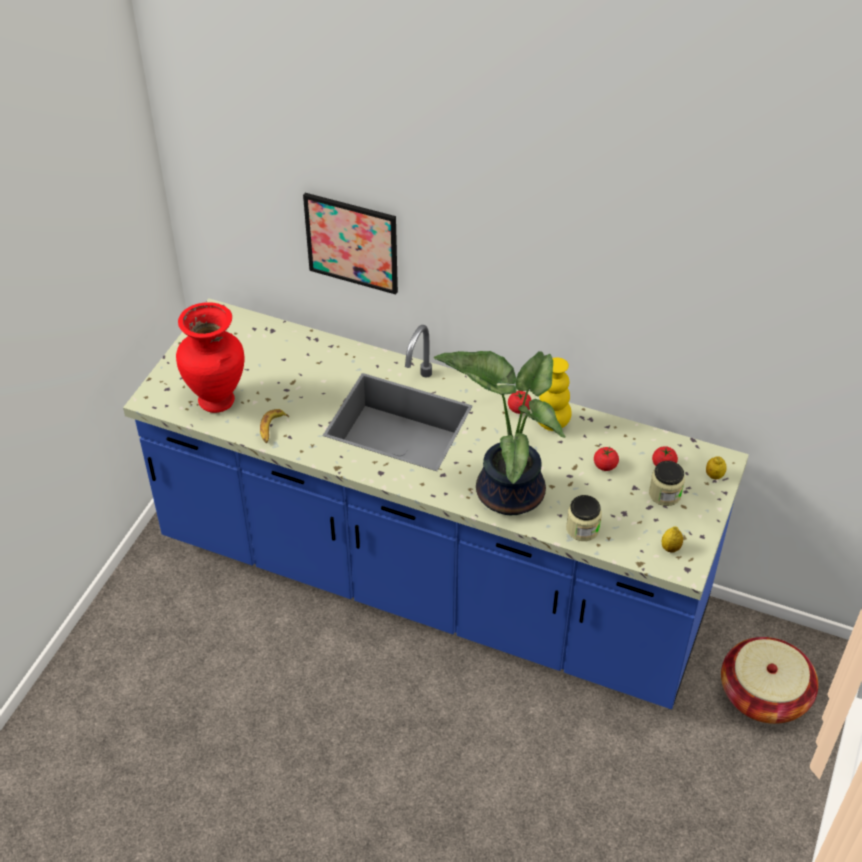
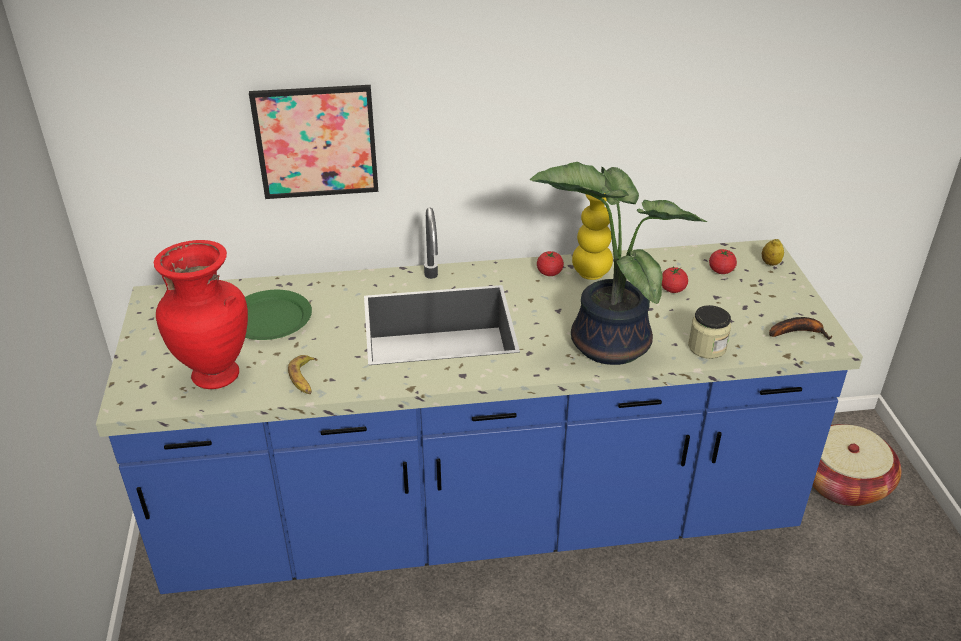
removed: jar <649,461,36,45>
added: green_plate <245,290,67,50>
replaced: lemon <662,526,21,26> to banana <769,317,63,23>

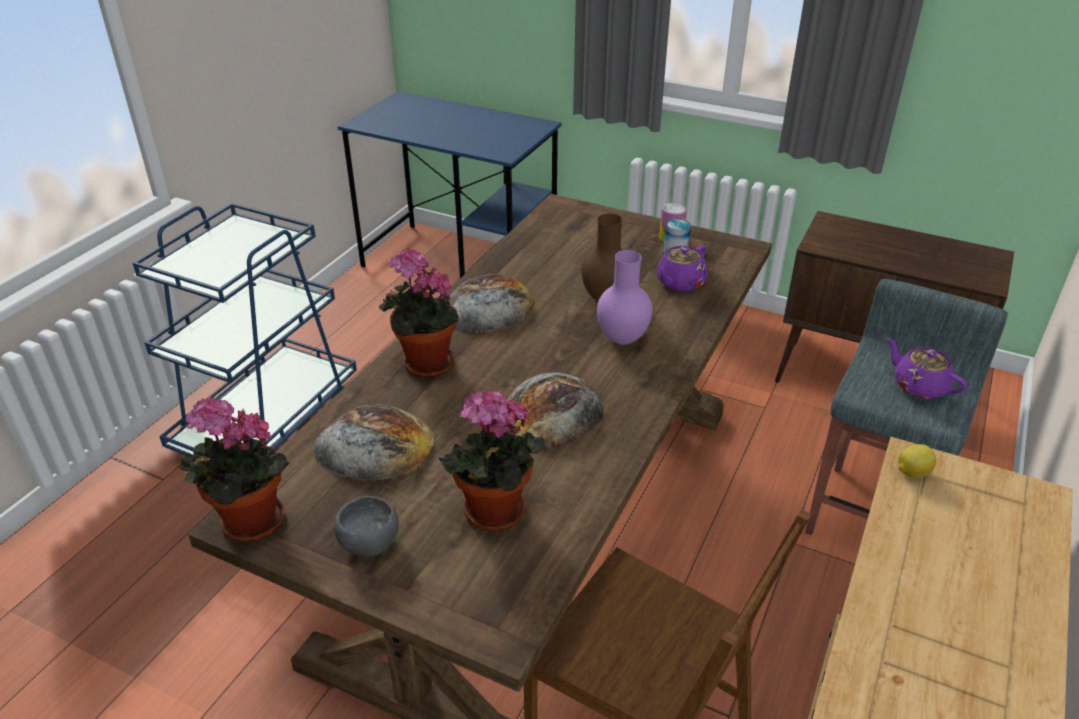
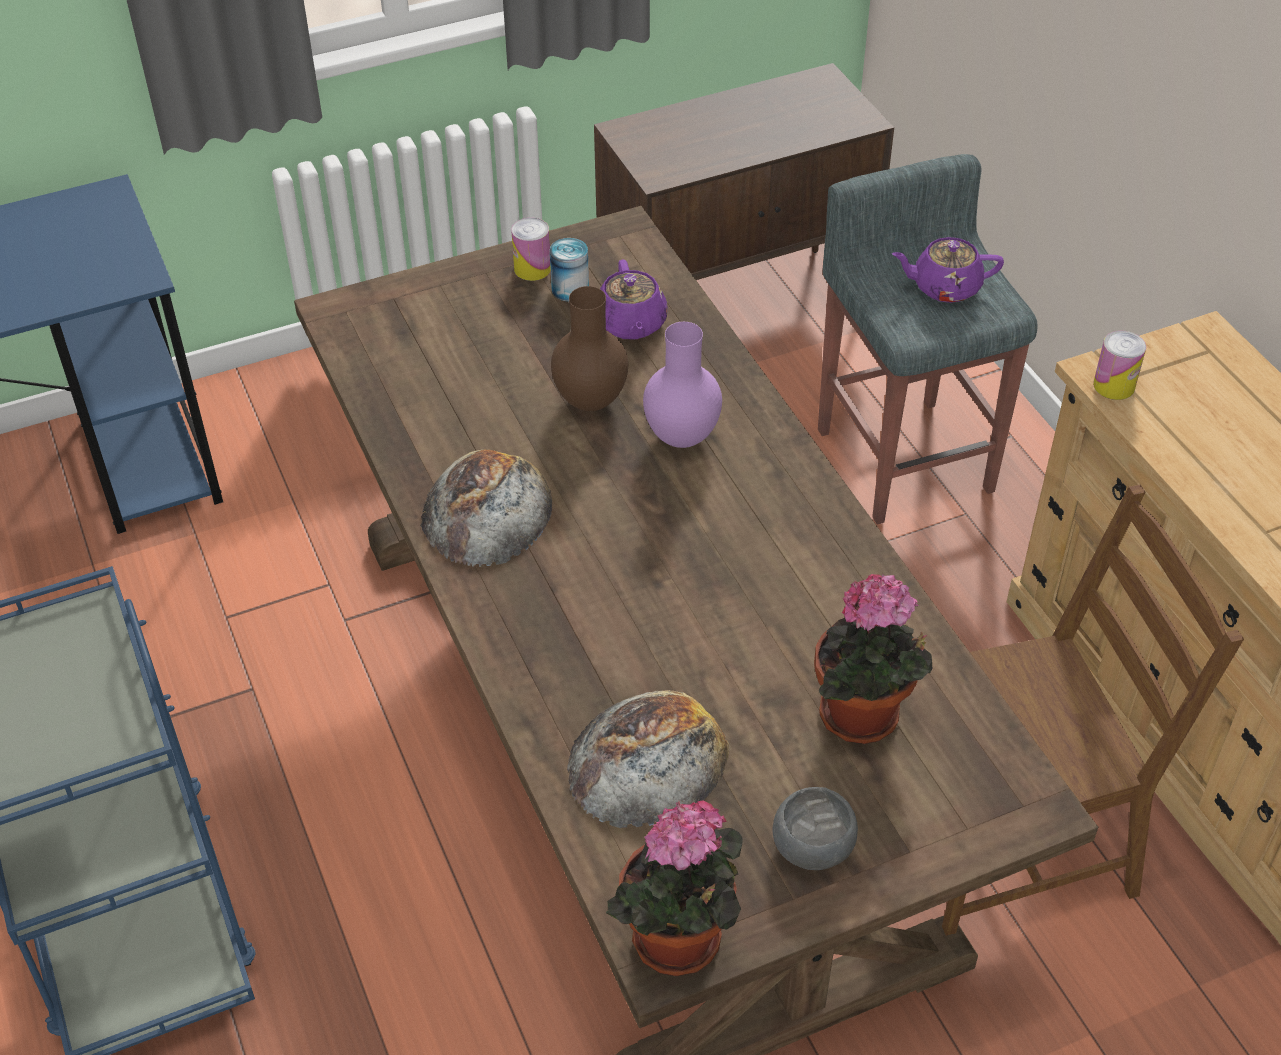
removed: potted_plant <378,248,81,130>; bread <507,372,96,78>
replaced: lemon <898,444,38,34> to can <1093,331,53,69>

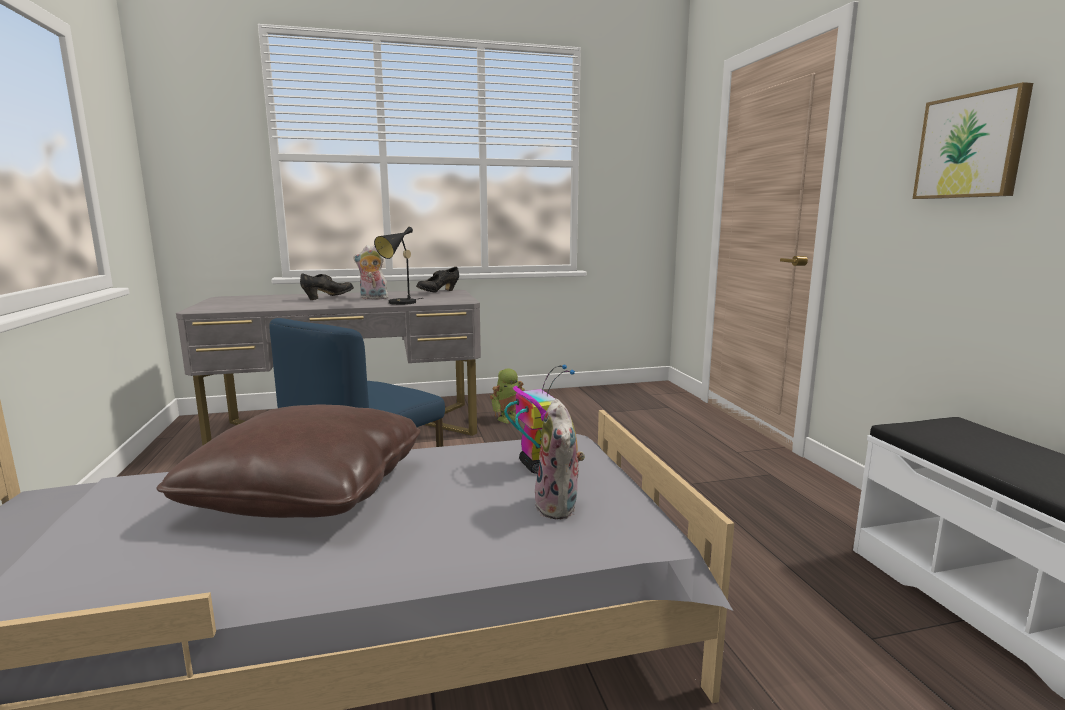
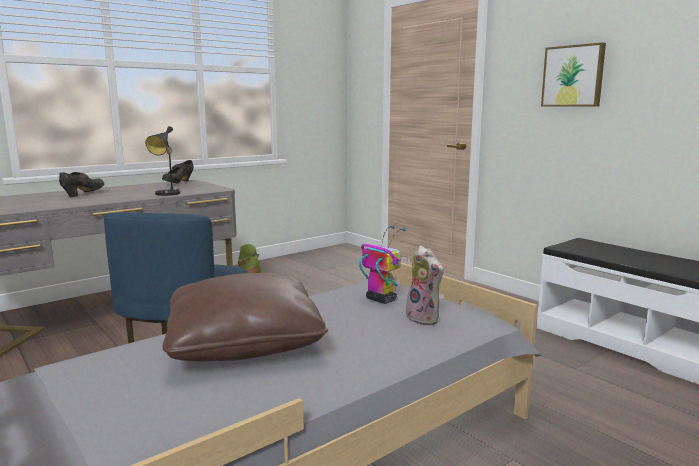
removed: plush_toy <353,245,37,54>

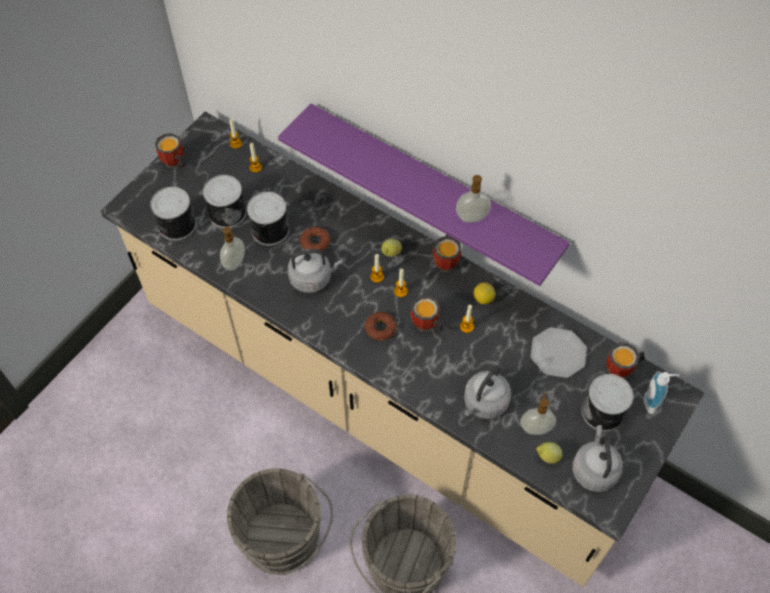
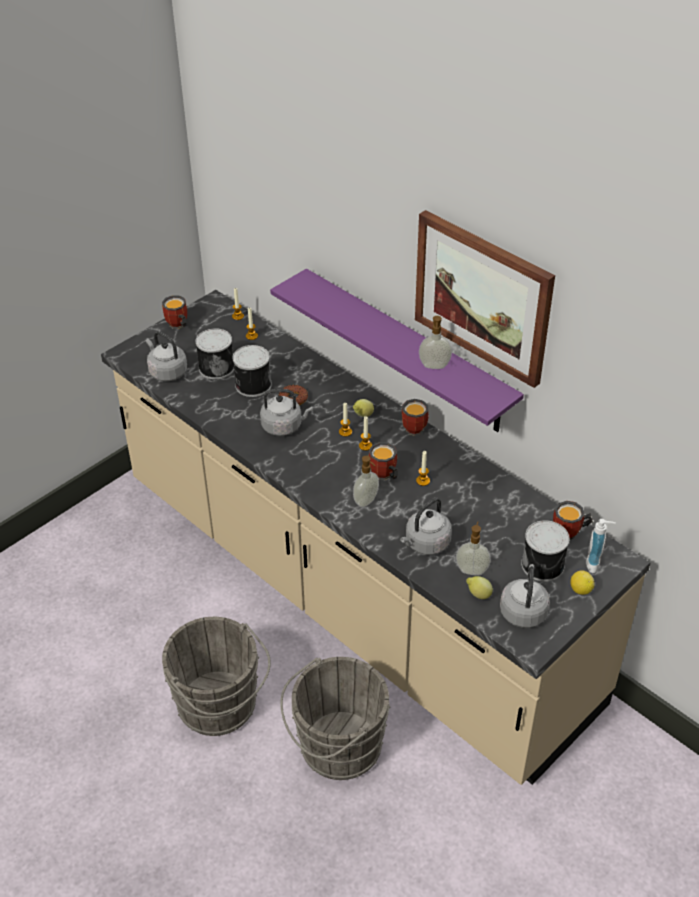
removed: donut <365,312,32,28>; plate <530,327,57,51>
added: picture <415,210,140,178>
moved: soap_dispenser <220,227,25,44> to <353,456,26,51>; lemon <474,282,21,22> to <571,570,24,25>
replaced: can <150,187,46,53> to grey_kettle <146,331,41,50>

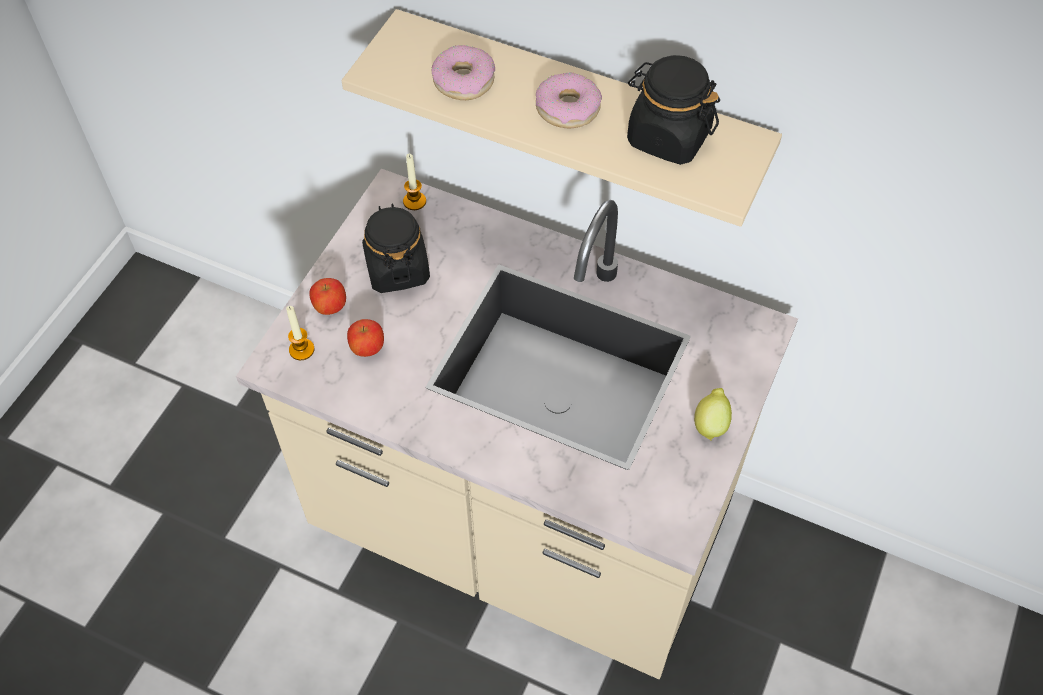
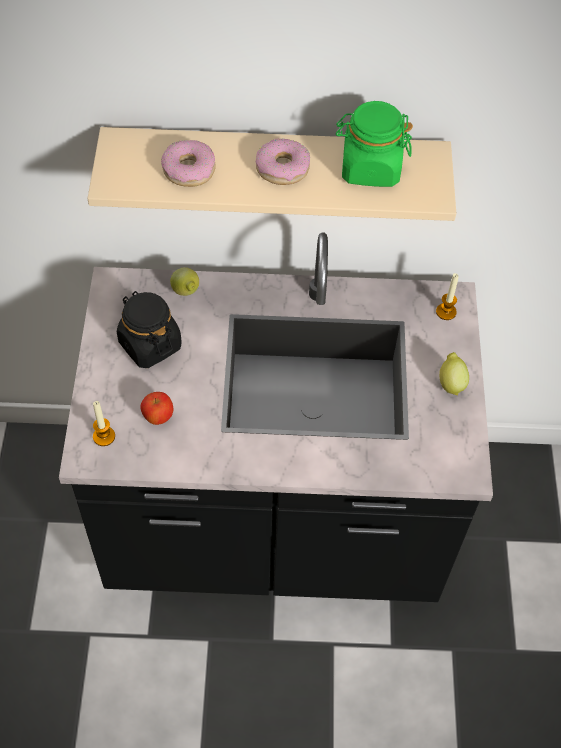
removed: apple <309,278,37,37>
added: lemon <170,267,29,29>
moved: candle <403,154,23,56> to <436,273,23,47>
recoloured: beige_counter <236,169,562,510> to black_counter <59,232,434,370>; black_jar <627,55,93,110> to green_jar <336,101,77,86>

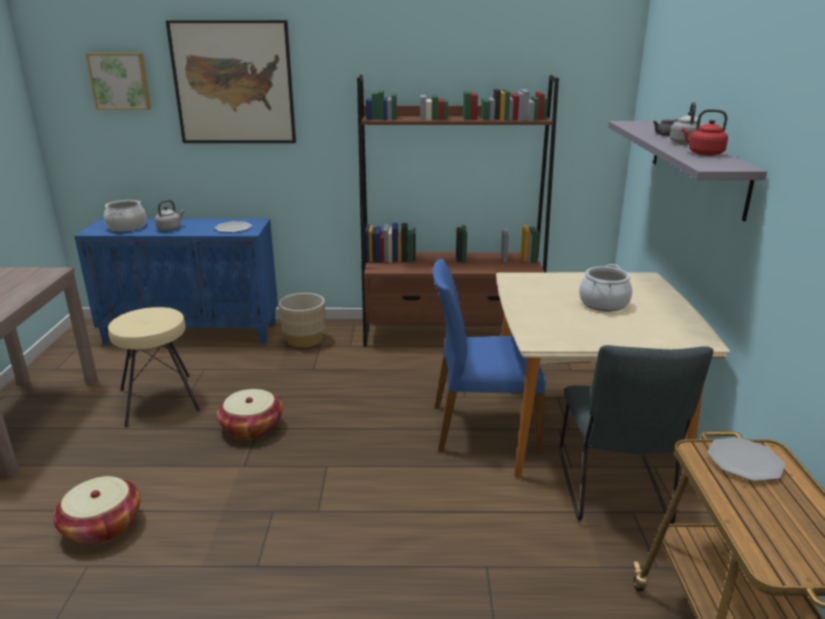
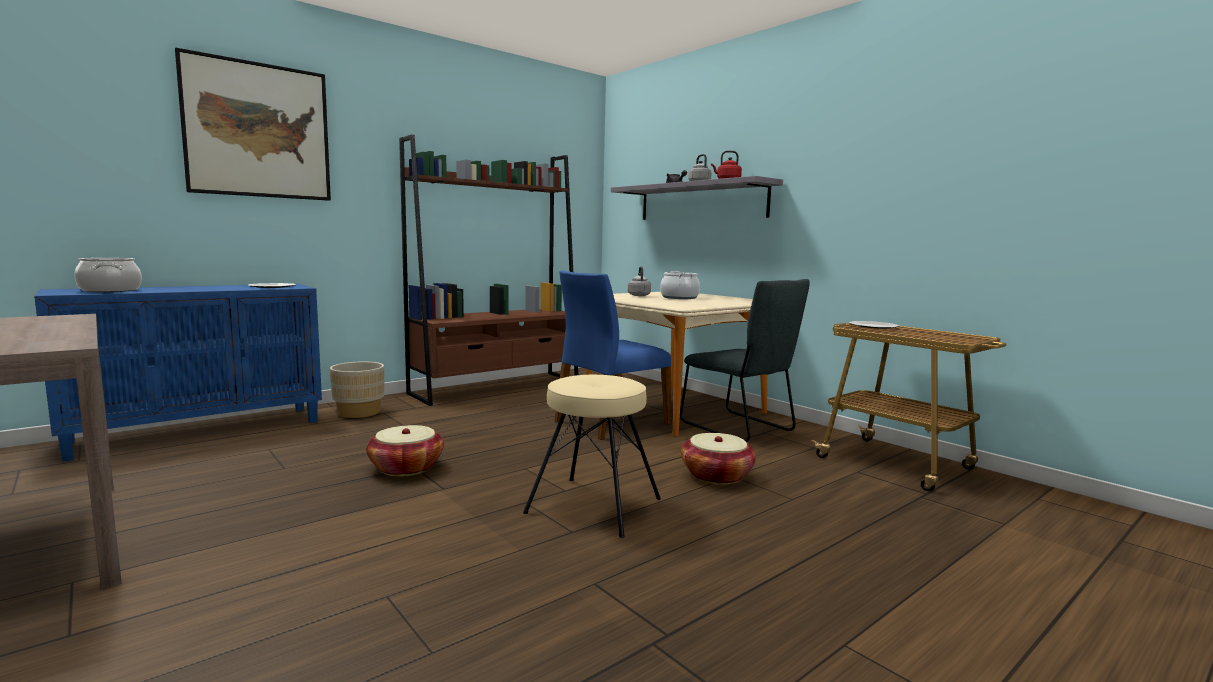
removed: picture <86,53,65,57>
moved: basket <53,476,88,69> to <681,433,75,52>; beige_stool <108,307,92,120> to <523,375,138,163>; grey_kettle <155,200,29,31> to <628,266,23,30>

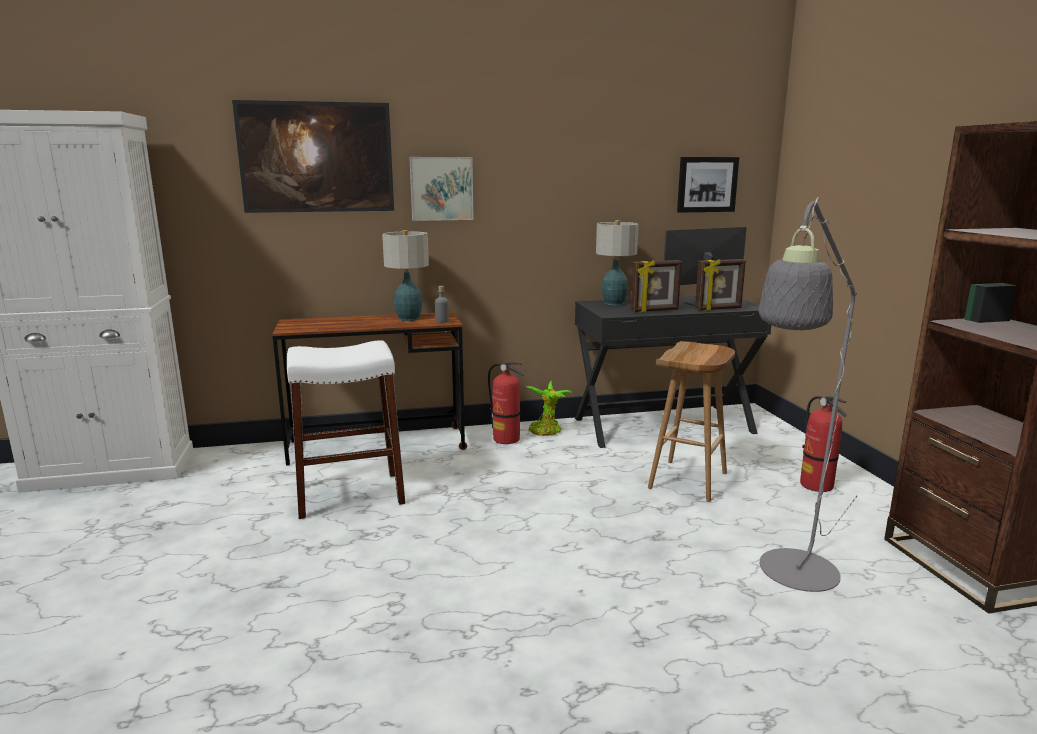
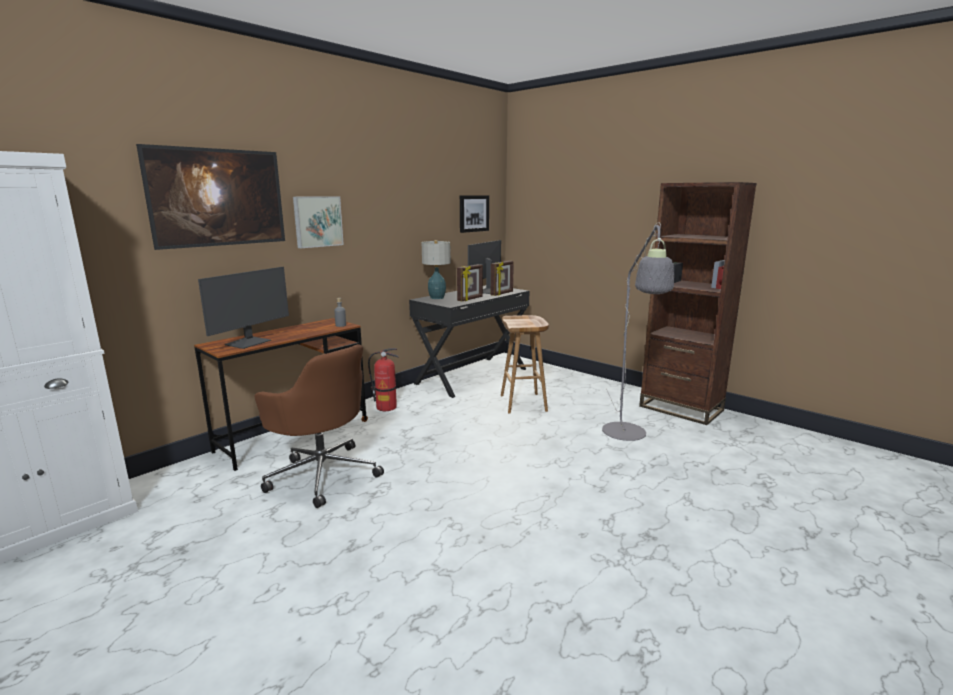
removed: table_lamp <382,230,47,91>; potted_plant <527,381,45,55>; fire_extinguisher <800,396,46,96>
added: monitor <198,267,91,82>
replaced: white_stool <287,340,119,179> to brown_office_chair <254,344,130,164>

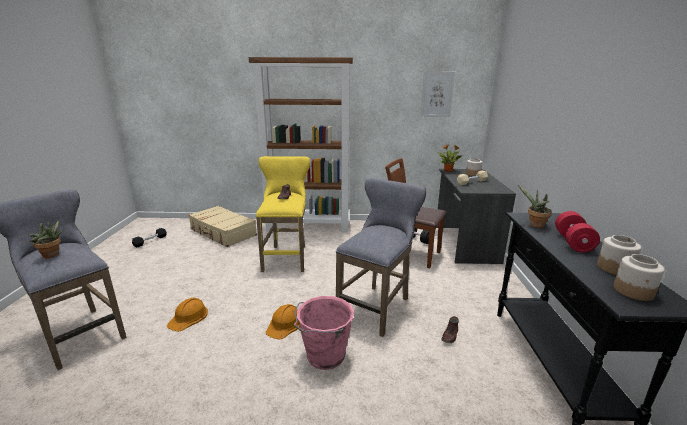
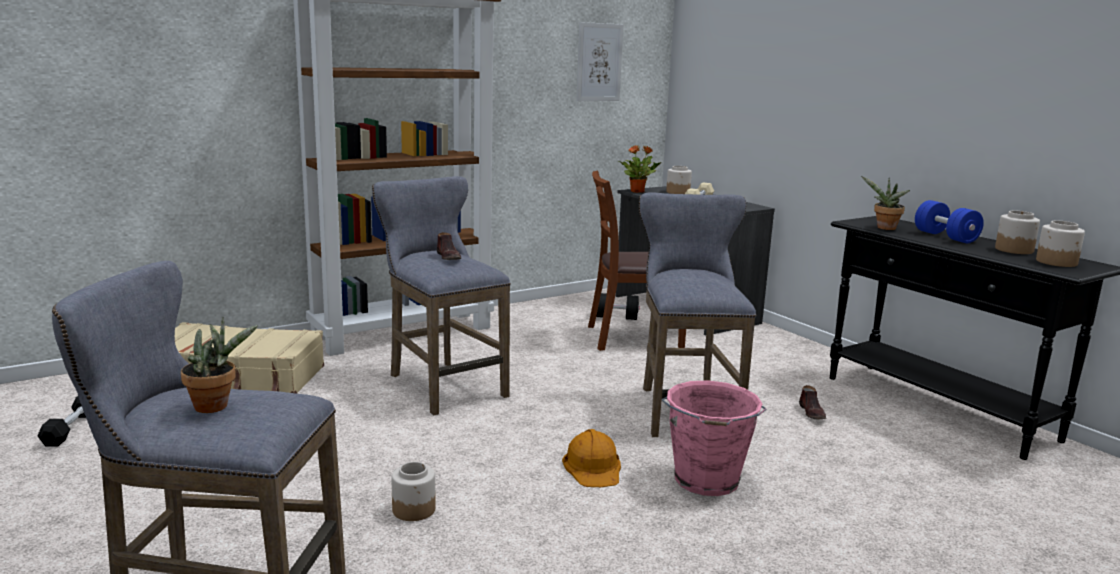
replaced: orange_hard_hat <167,298,41,34> to jar <391,462,45,59>
recoloured: yellow_stool <256,156,54,116> to grey_stool <372,176,139,239>; red_dumbbell <555,211,45,42> to blue_dumbbell <915,200,69,43>

